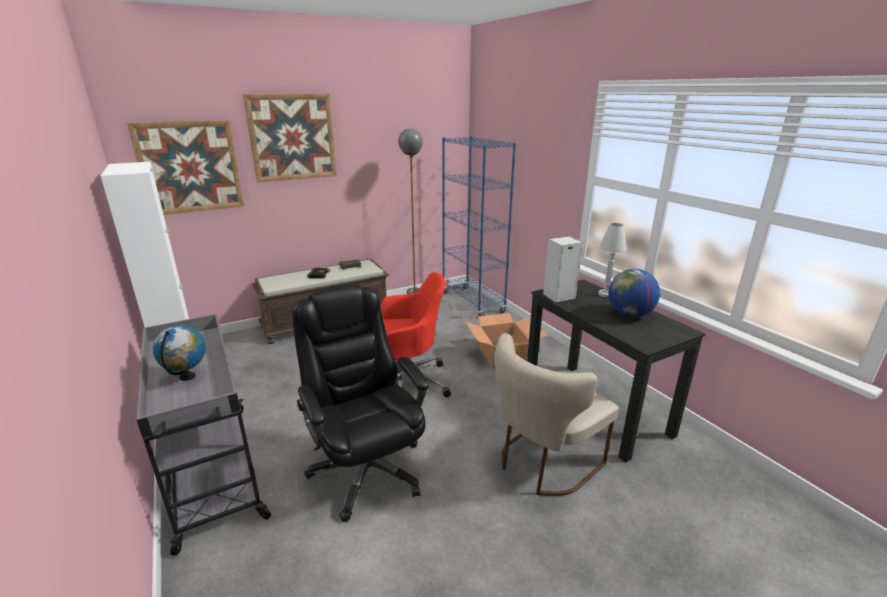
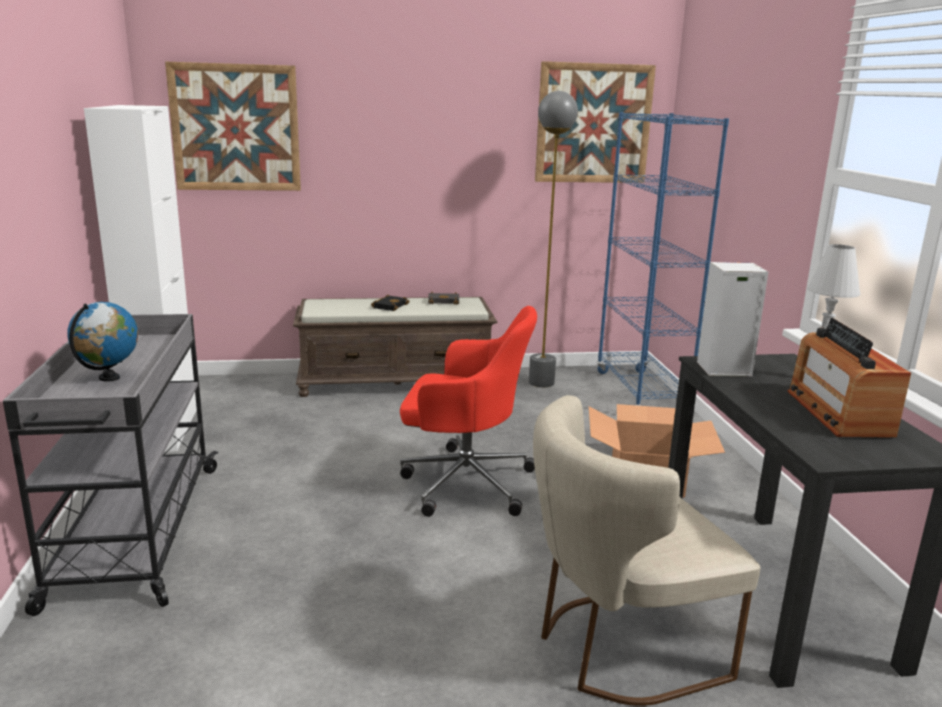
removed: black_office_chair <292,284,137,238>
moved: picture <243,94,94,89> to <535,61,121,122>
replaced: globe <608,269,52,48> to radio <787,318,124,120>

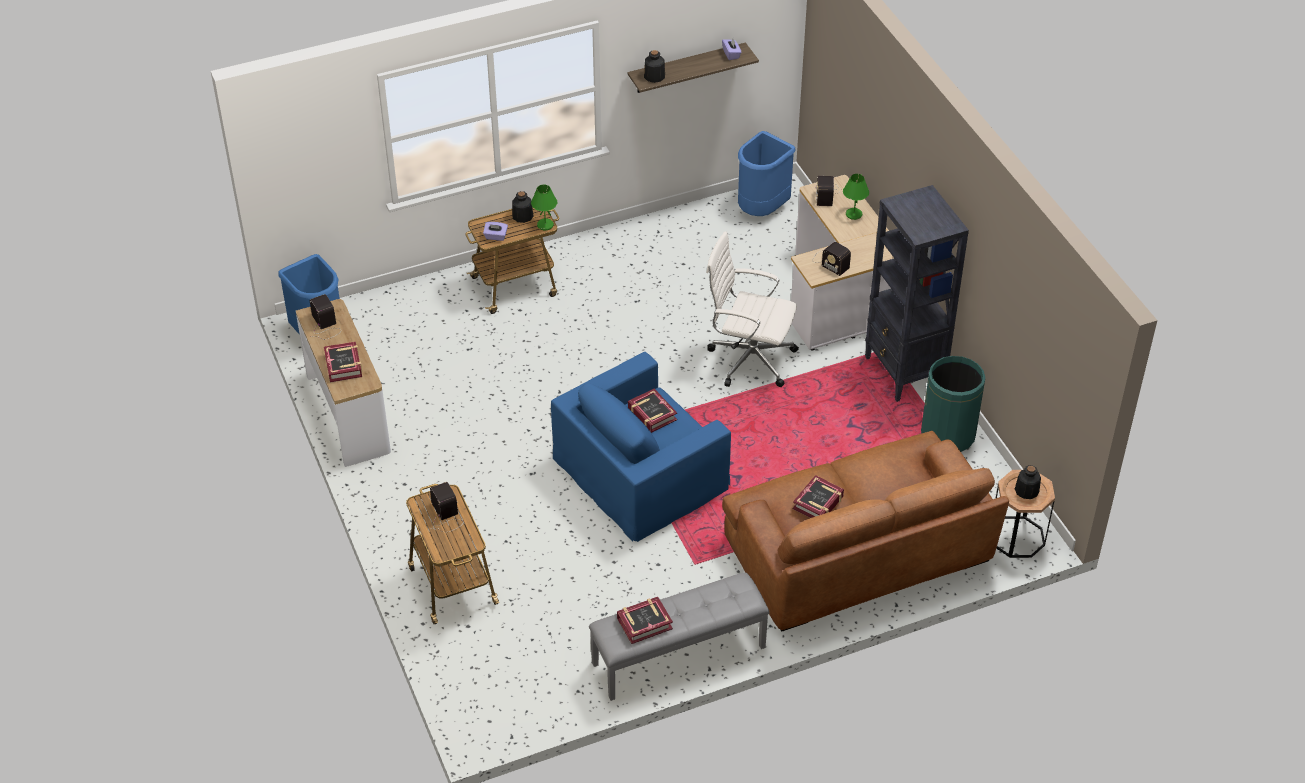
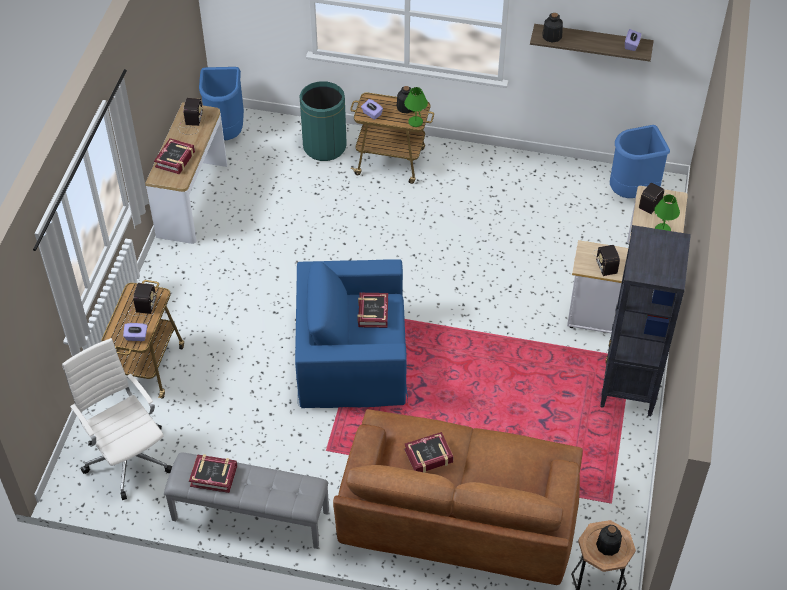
added: purple_tissue_box <123,323,24,18>
moved: white_office_chair <706,231,93,156> to <62,338,111,162>; green_trash_can <921,356,64,96> to <300,81,47,80>

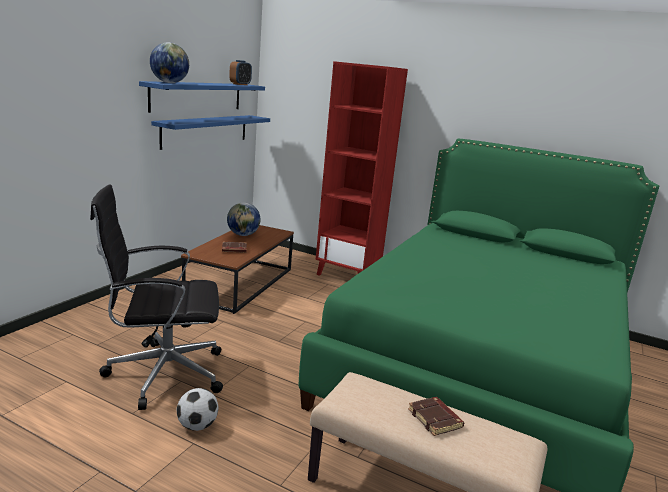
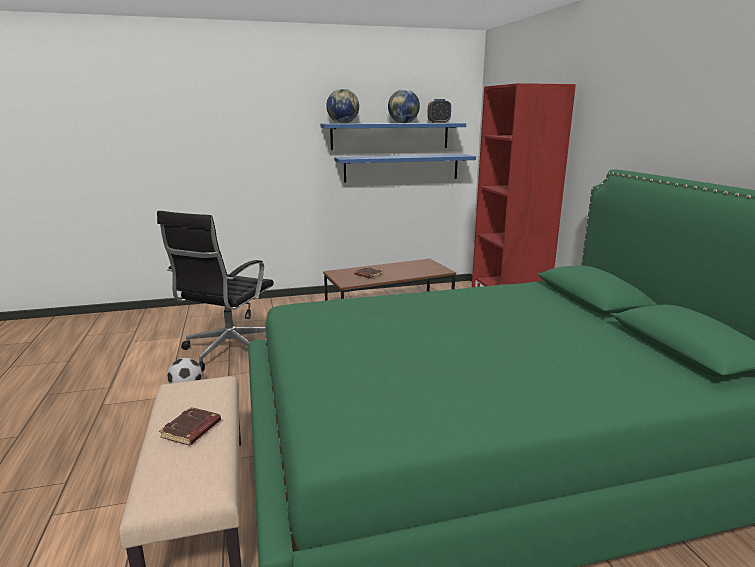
moved: globe <227,202,34,34> to <388,89,32,34>
turned: black_office_chair <90,184,133,226> = <157,211,117,160> 105 degrees counterclockwise

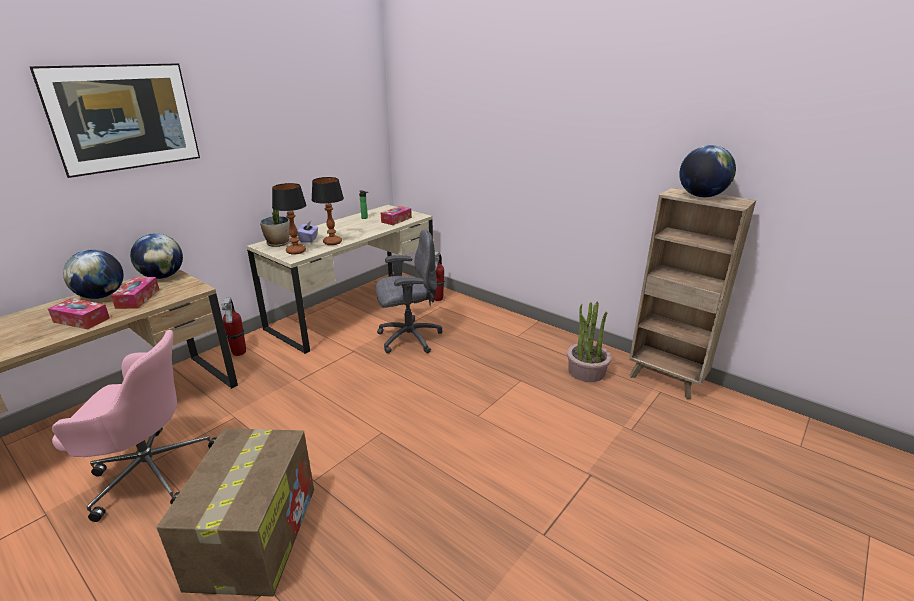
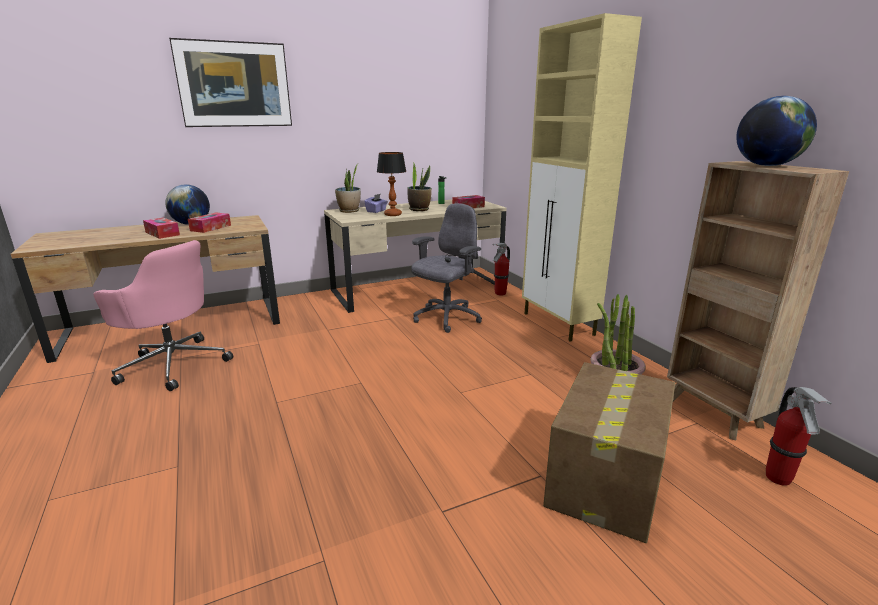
removed: globe <130,233,53,46>; table_lamp <272,183,35,71>
added: potted_plant <407,162,25,49>; beige_cabinet <522,13,120,329>
moved: cardboard_box <157,428,157,169> to <543,362,132,181>; fire_extinguisher <221,298,25,58> to <766,387,66,99>
turned: grey_office_chair <376,230,67,123> = <411,203,71,130> 60 degrees counterclockwise

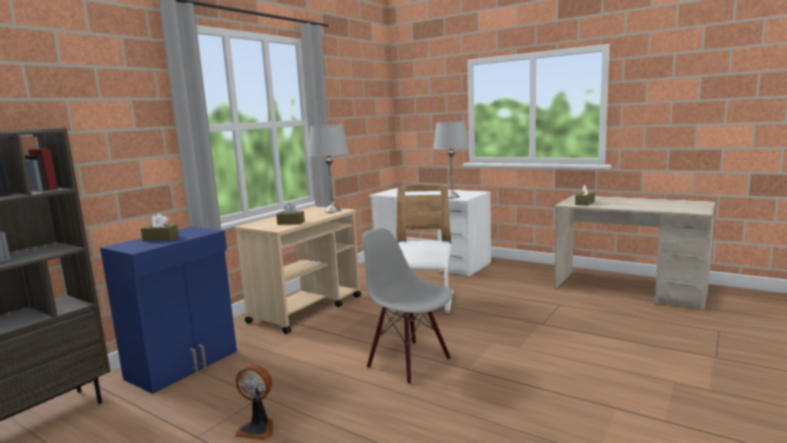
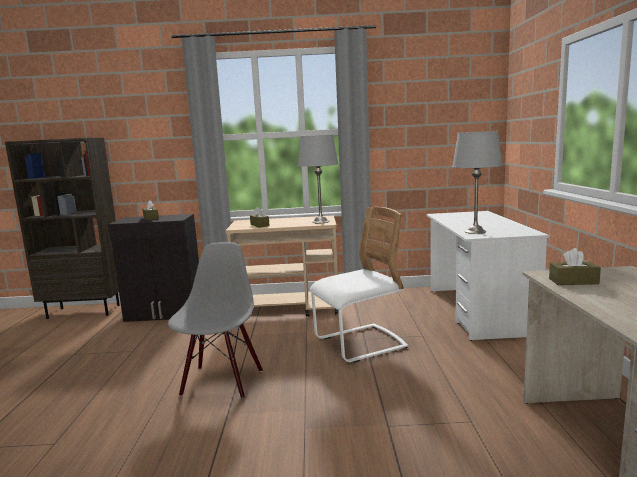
removed: fan <235,364,38,76>
recoloured: blue_cabinet <100,226,137,168> to black_cabinet <108,214,91,108>

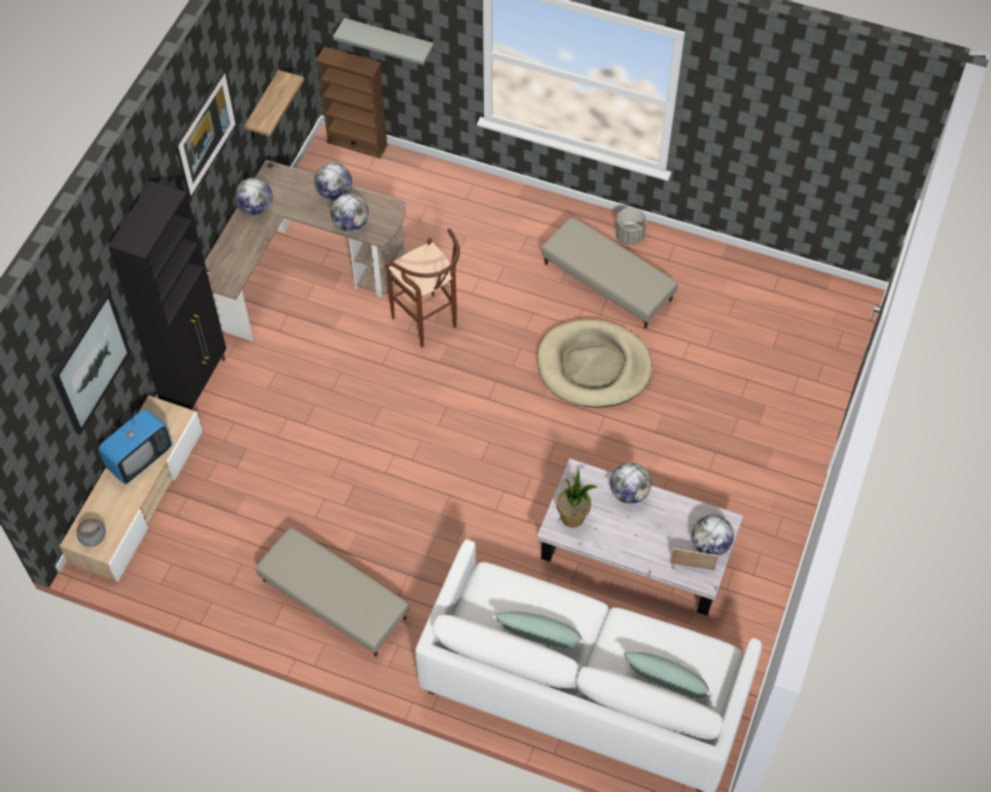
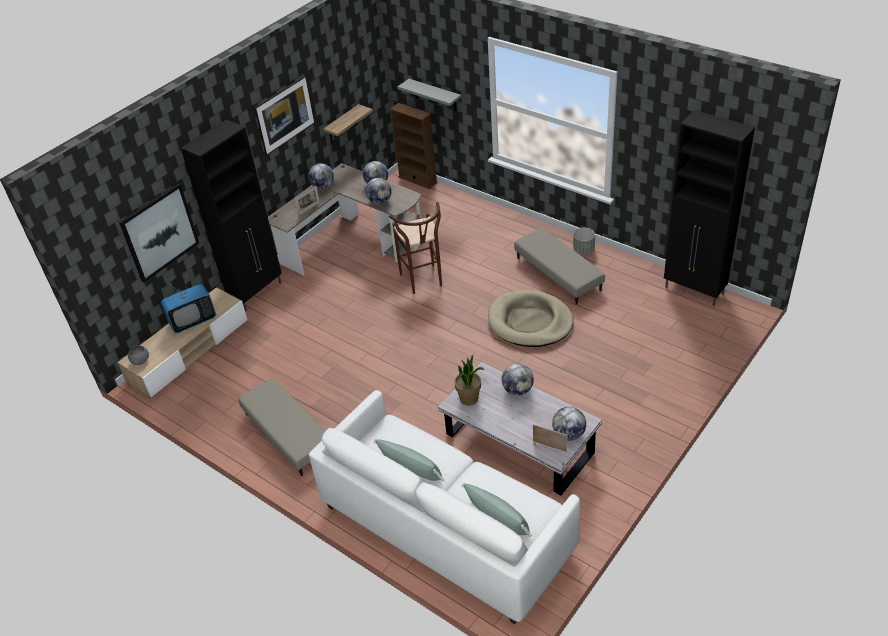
added: picture_frame <295,186,25,29>; black_cabinet <664,110,91,196>

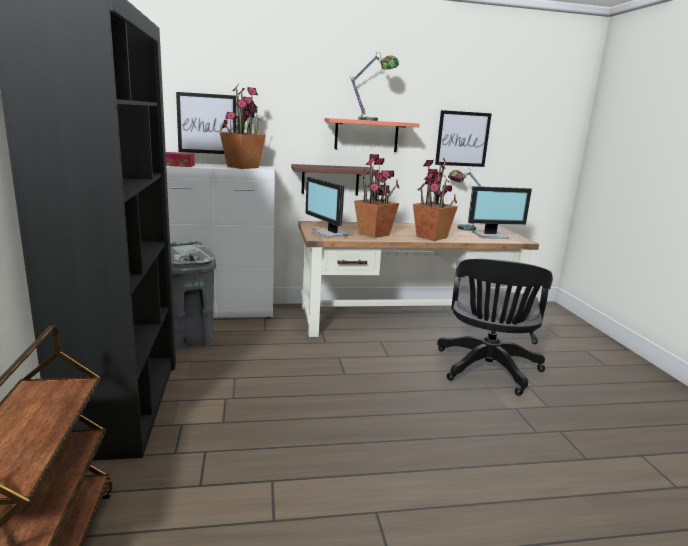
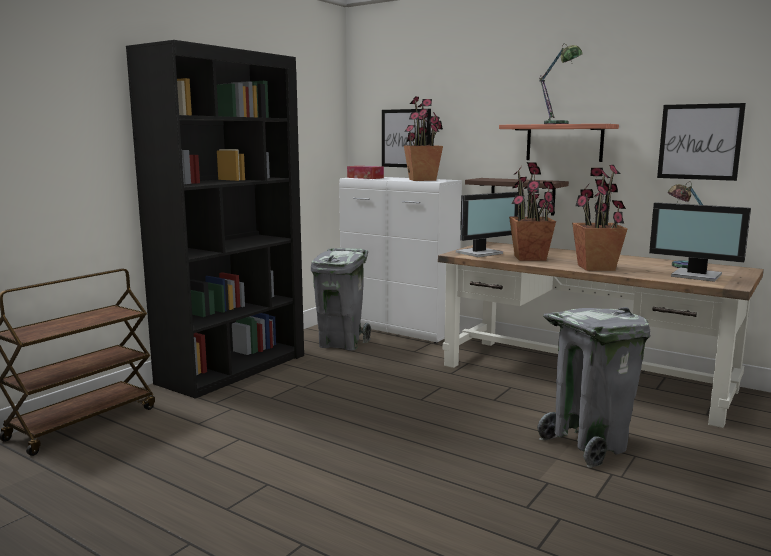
replaced: black_office_chair <437,259,116,137> to grey_trash_can <537,307,113,161>
turned: monitor <305,177,48,61> = <456,192,62,65> 135 degrees counterclockwise

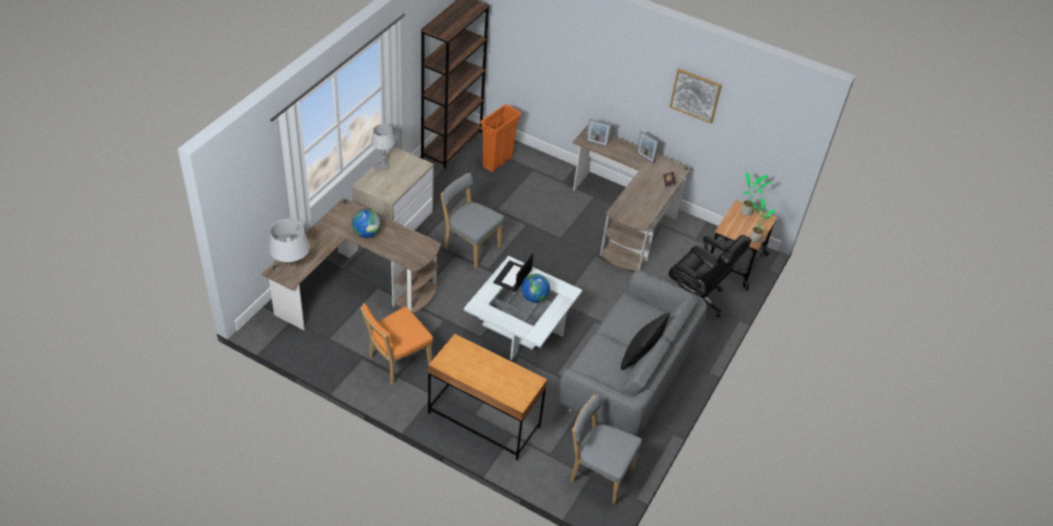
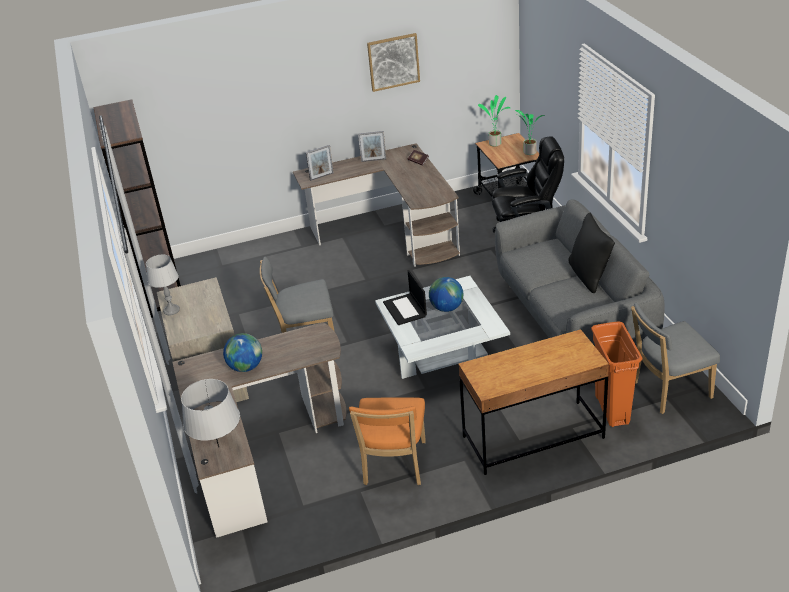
moved: orange_trash_can <480,105,41,67> to <591,321,51,106>

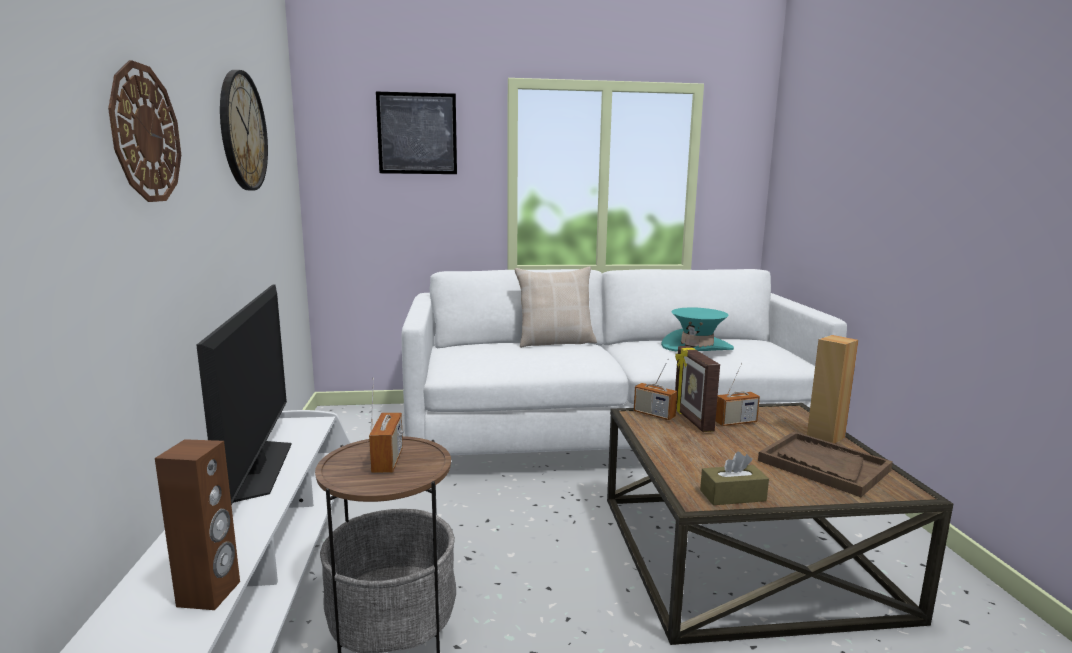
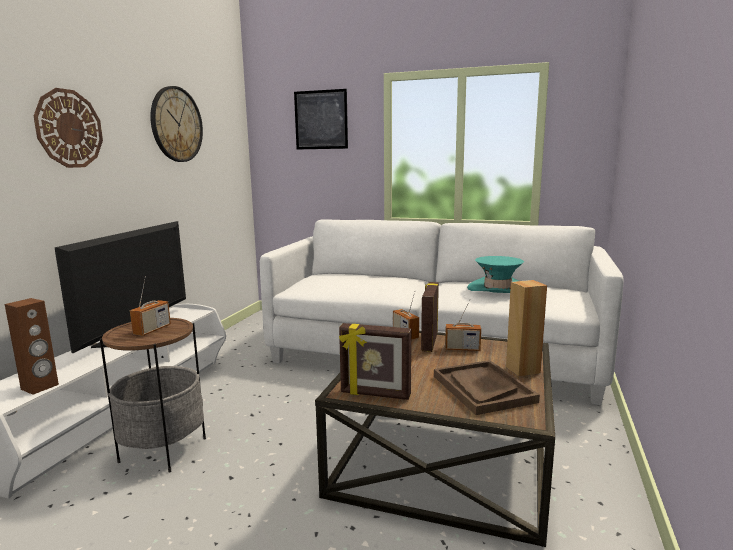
removed: beige_pillow <515,266,82,82>
replaced: brown_tissue_box <700,452,69,53> to picture_frame <339,323,72,77>

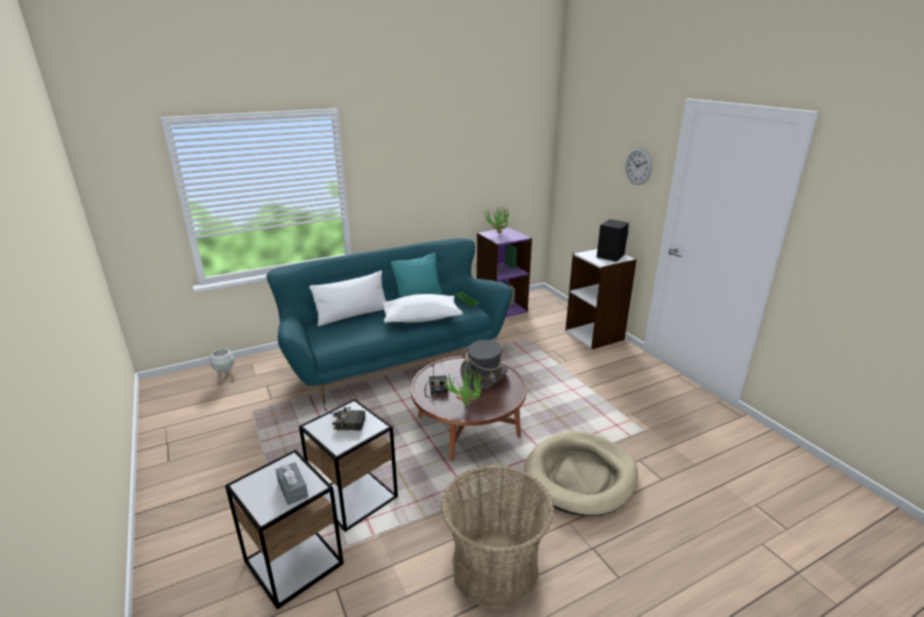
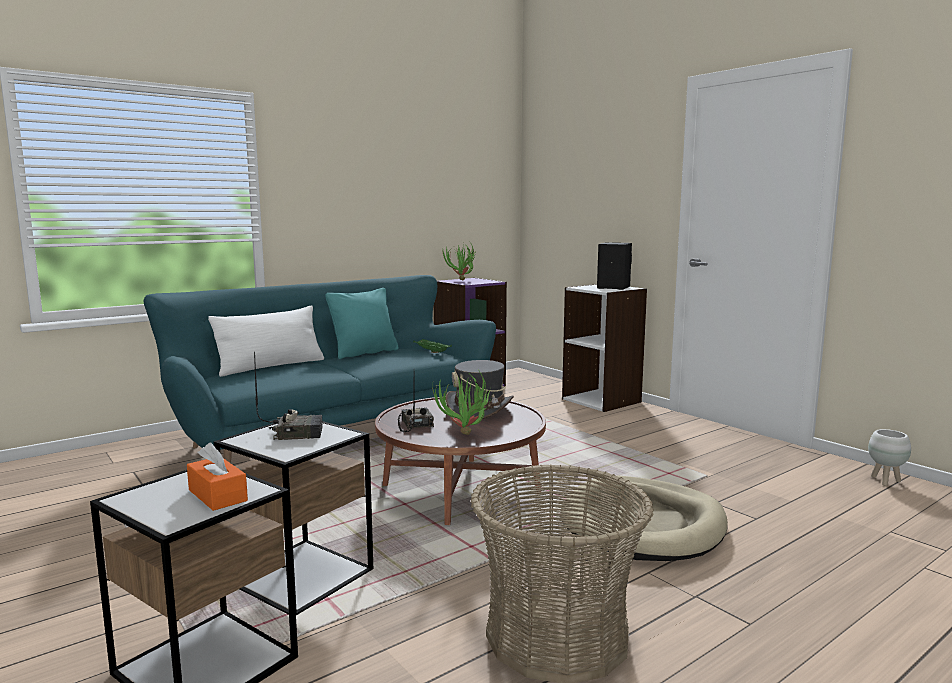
removed: white_pillow <381,294,82,29>; wall_clock <625,148,27,37>
moved: white_planter <210,349,24,33> to <868,429,43,57>
recoloured: grey_tissue_box <276,462,32,43> to orange_tissue_box <187,443,61,68>

